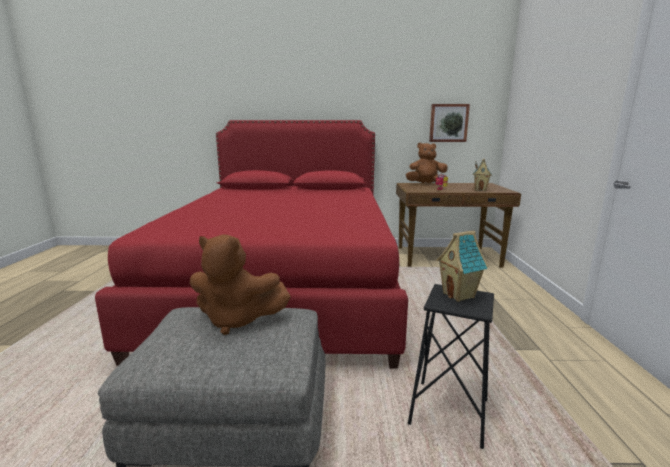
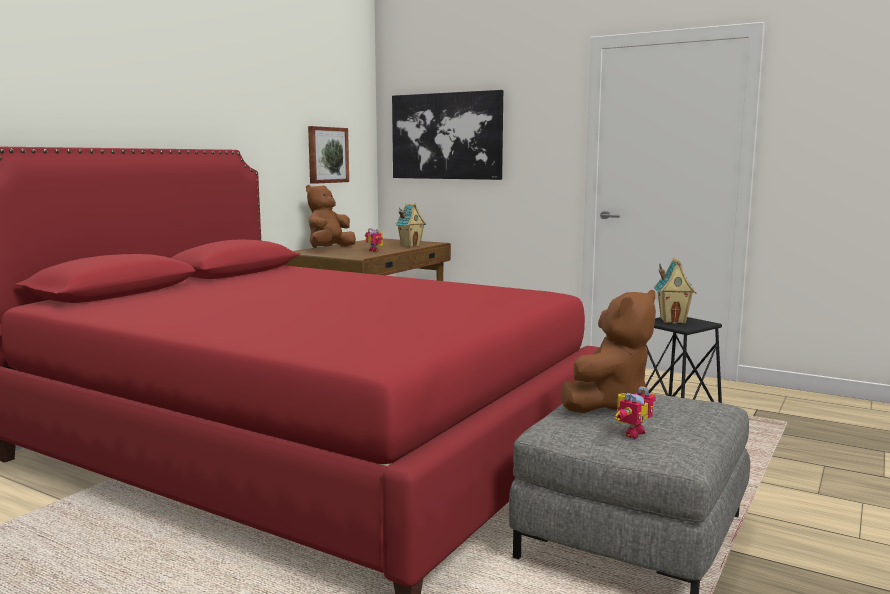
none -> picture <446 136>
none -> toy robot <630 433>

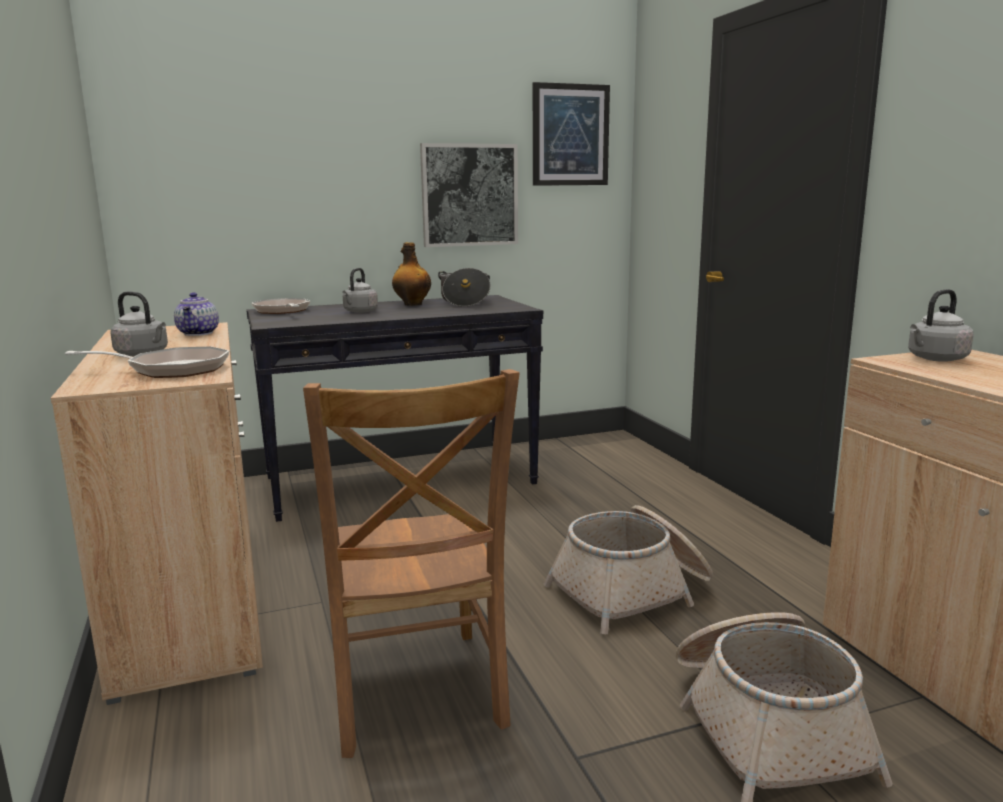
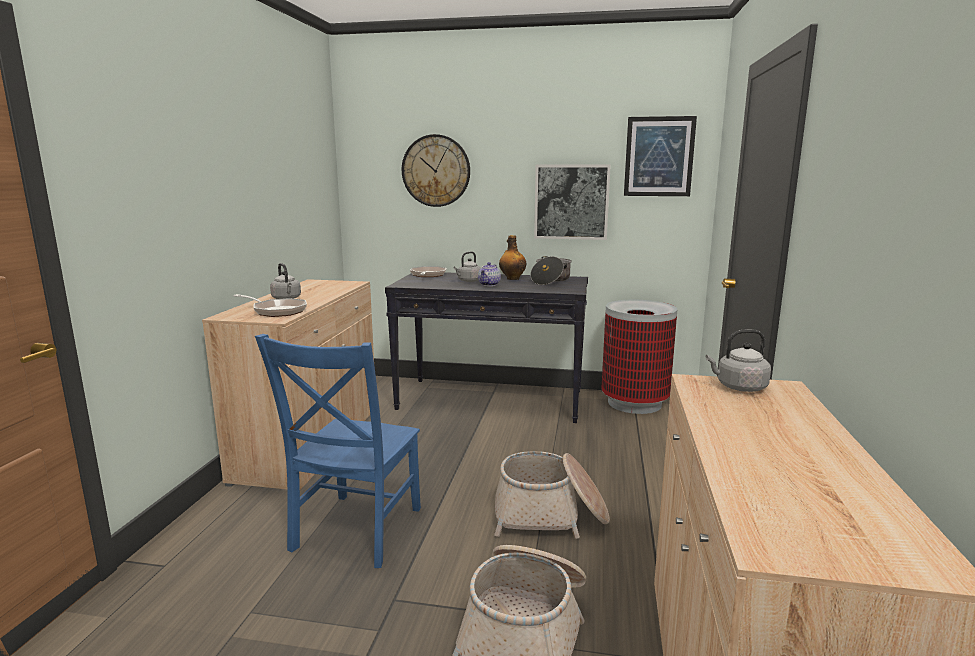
teapot <199 333> -> teapot <489 285>, moved
brown chair <415 694> -> blue chair <354 532>
none -> wall clock <436 171>
none -> trash can <634 403>

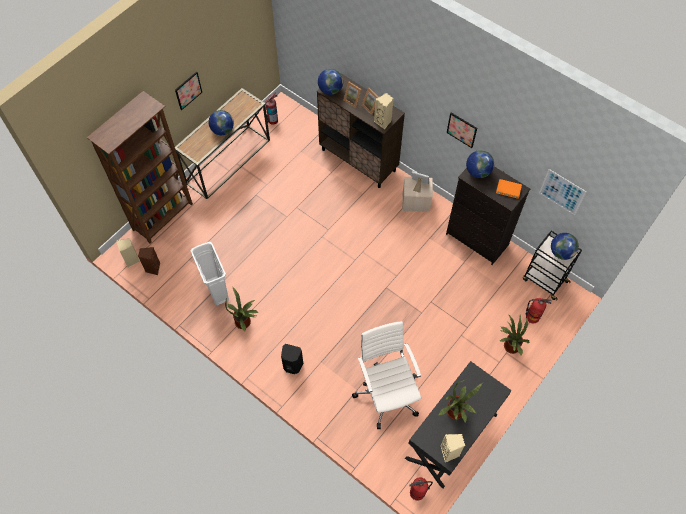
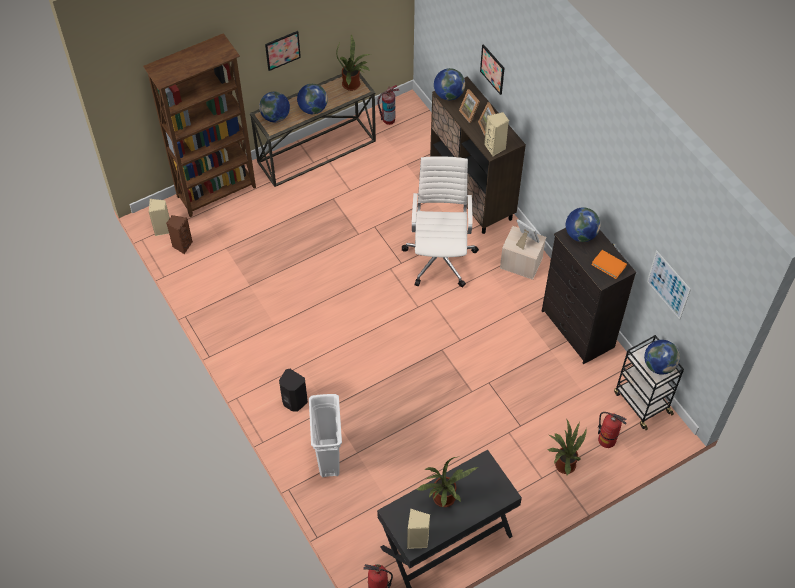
picture <462 130> -> picture <492 69>, moved
white trash can <216 289> -> white trash can <328 456>, moved
potted plant <244 322> -> potted plant <353 85>, moved
white office chair <387 393> -> white office chair <440 257>, moved
none -> globe <275 117>

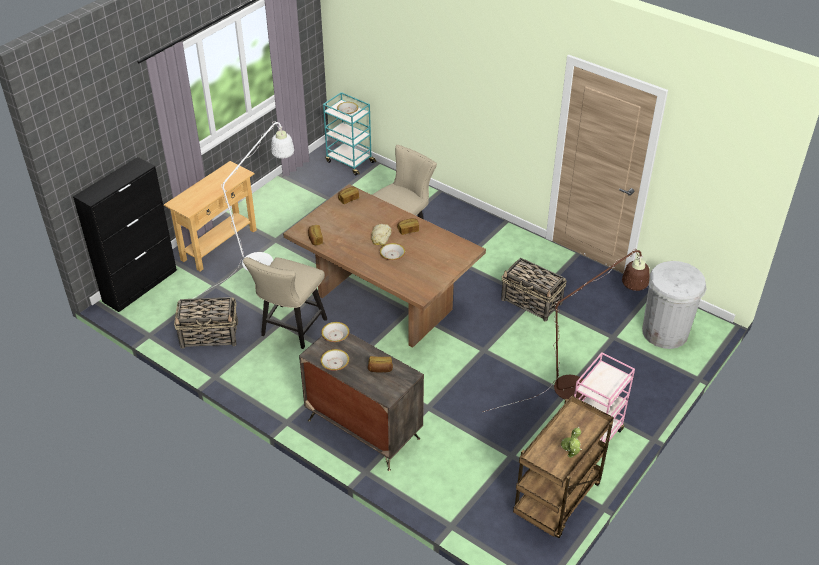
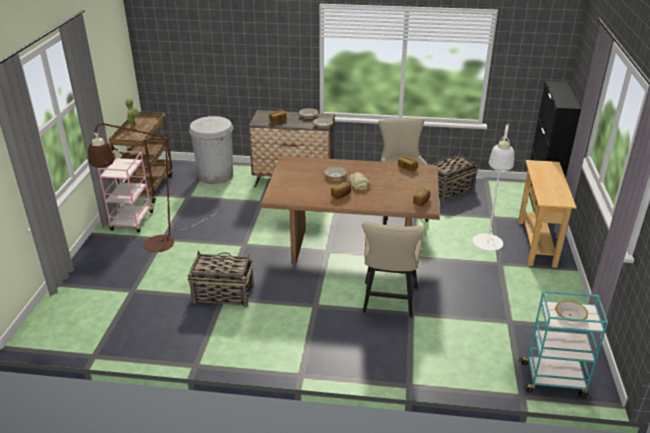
white trash can <665 332> -> white trash can <215 175>, moved

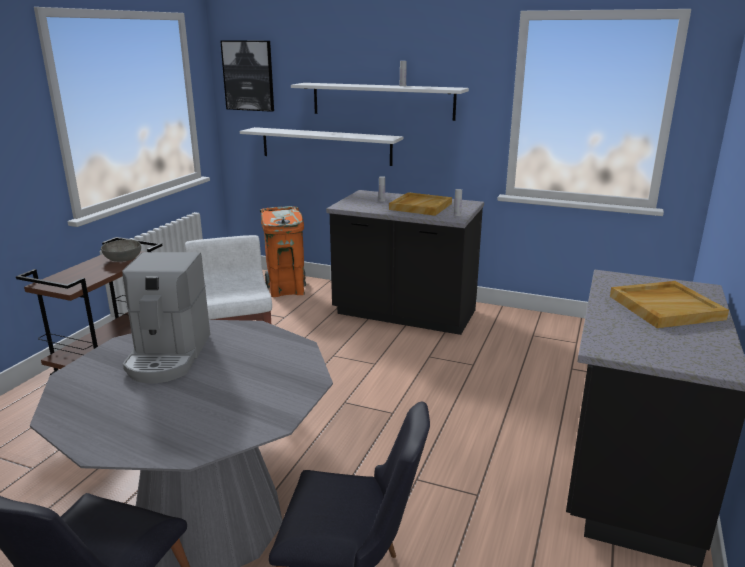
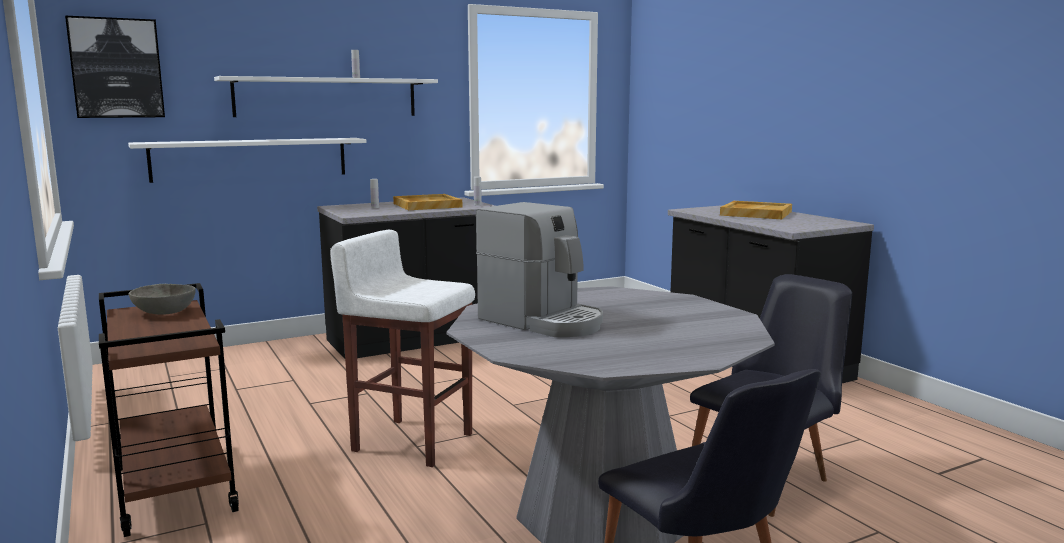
orange trash can <286 290> -> none

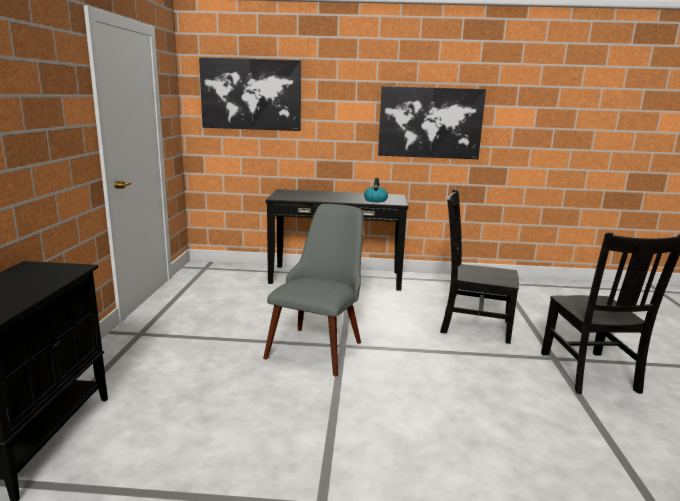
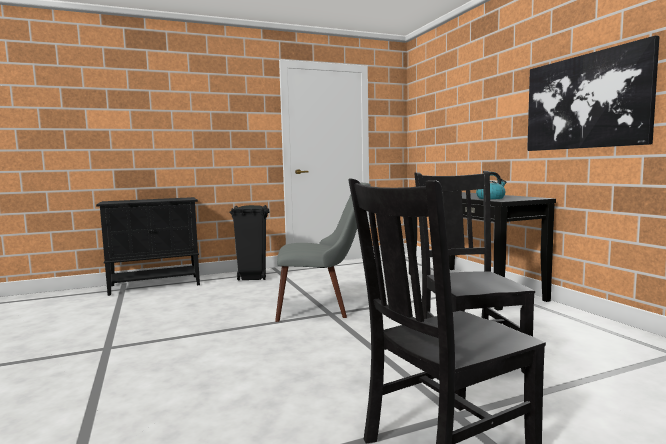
picture <251 94> -> none
none -> black trash can <252 278>

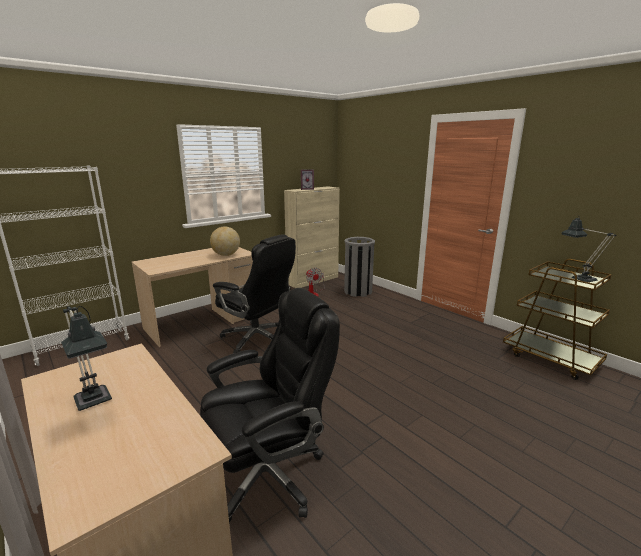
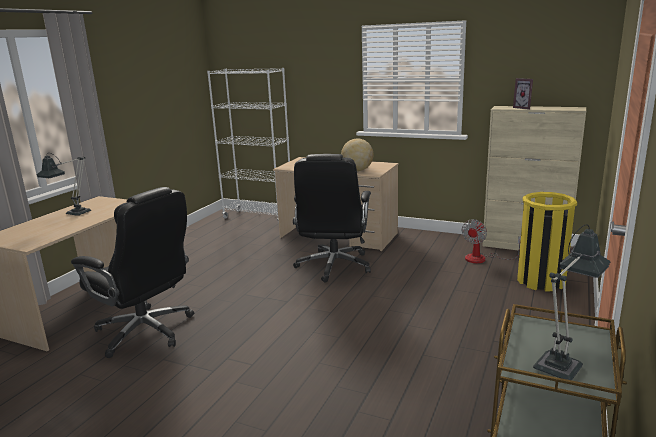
grey trash can <358 291> -> yellow trash can <541 281>

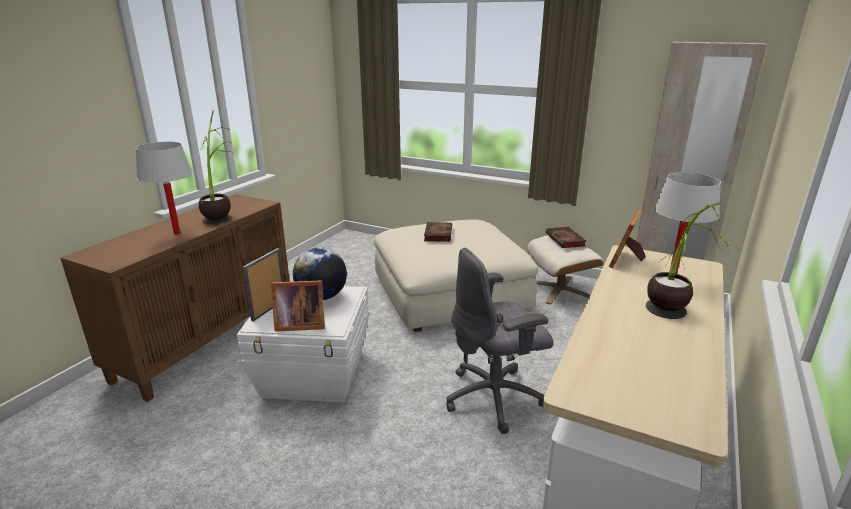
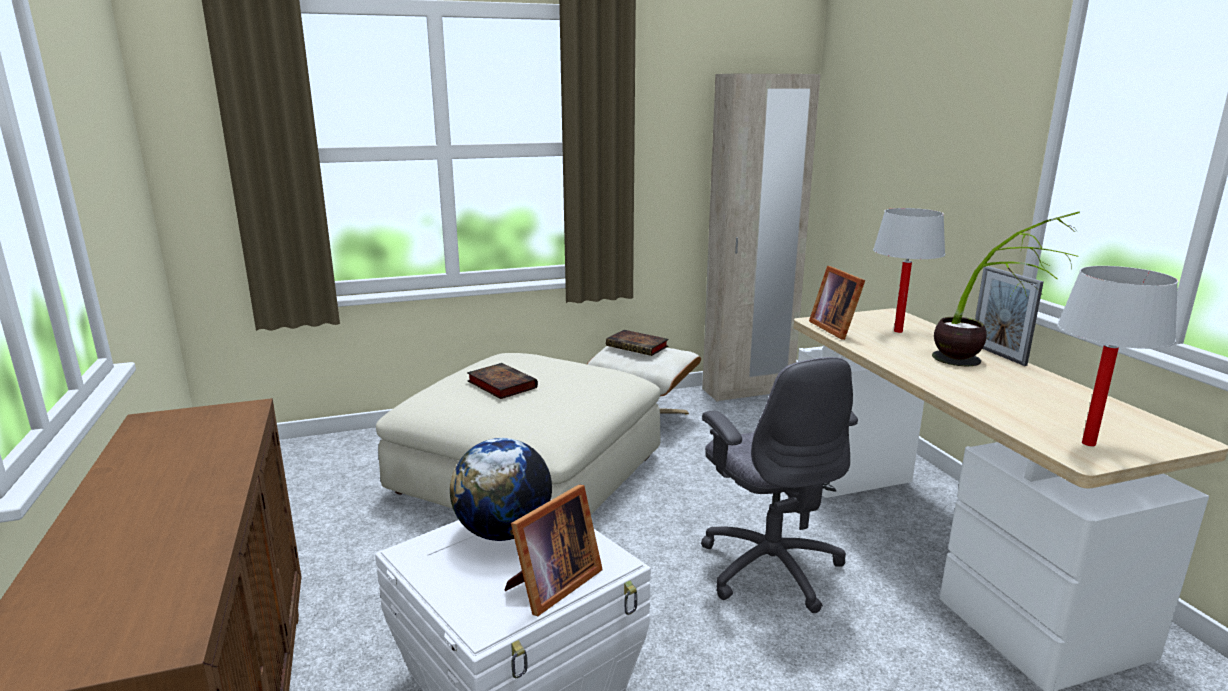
potted plant <222 213> -> none
white table lamp <177 233> -> white table lamp <1088 443>, moved
picture frame <269 309> -> picture frame <997 354>, moved
grey office chair <495 398> -> grey office chair <770 567>, 45 degrees counterclockwise

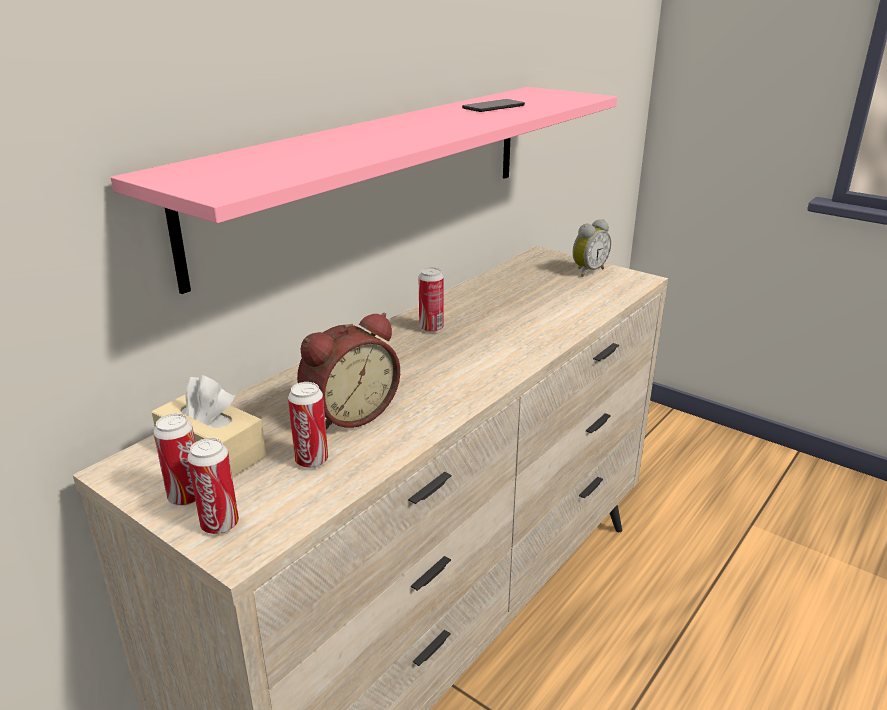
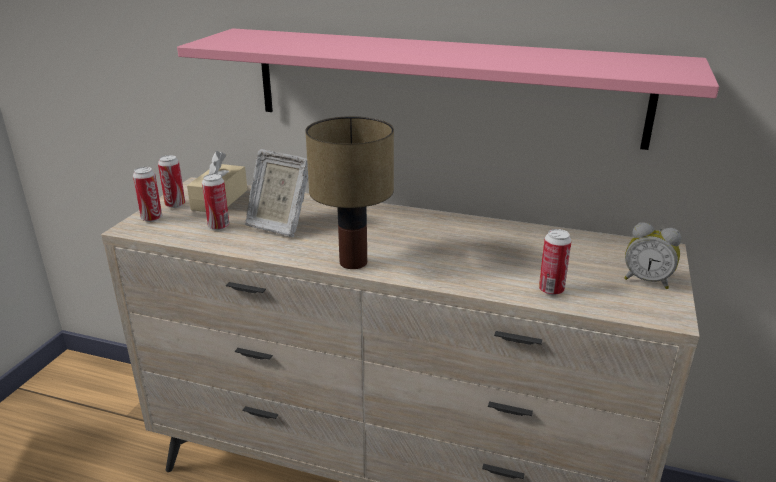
phone <493 107> -> none
can <431 328> -> can <551 290>, moved
alarm clock <348 413> -> picture frame <278 225>
none -> table lamp <355 262>

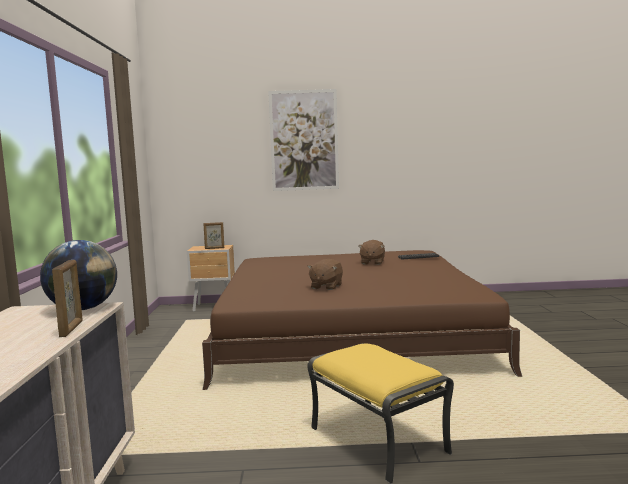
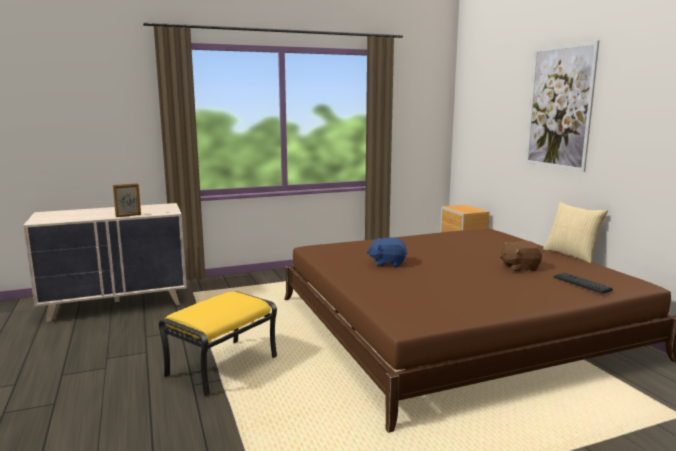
picture frame <214 248> -> none
globe <83 309> -> none
brown plush toy <326 286> -> blue plush toy <387 263>
none -> pillow <572 255>

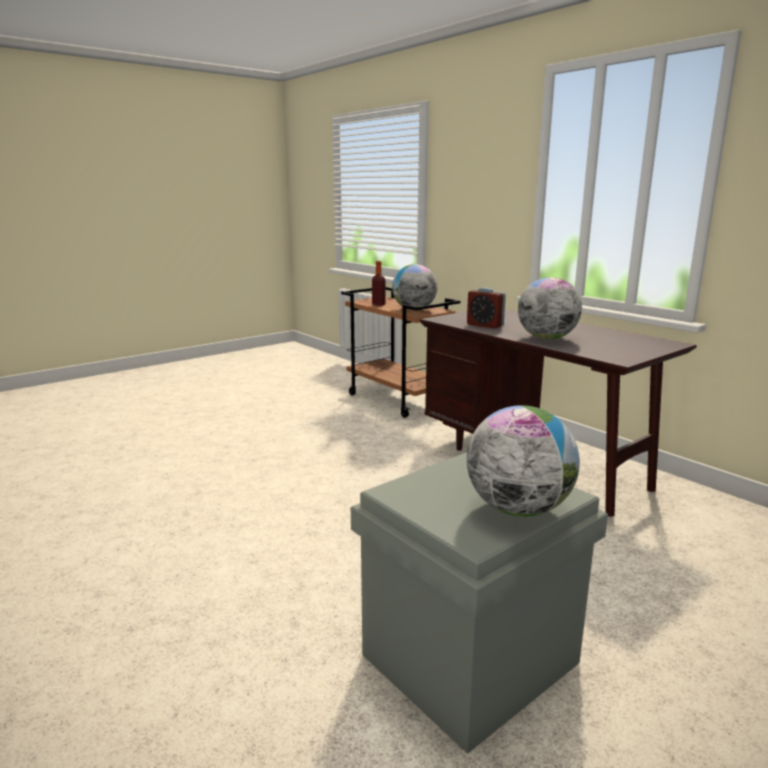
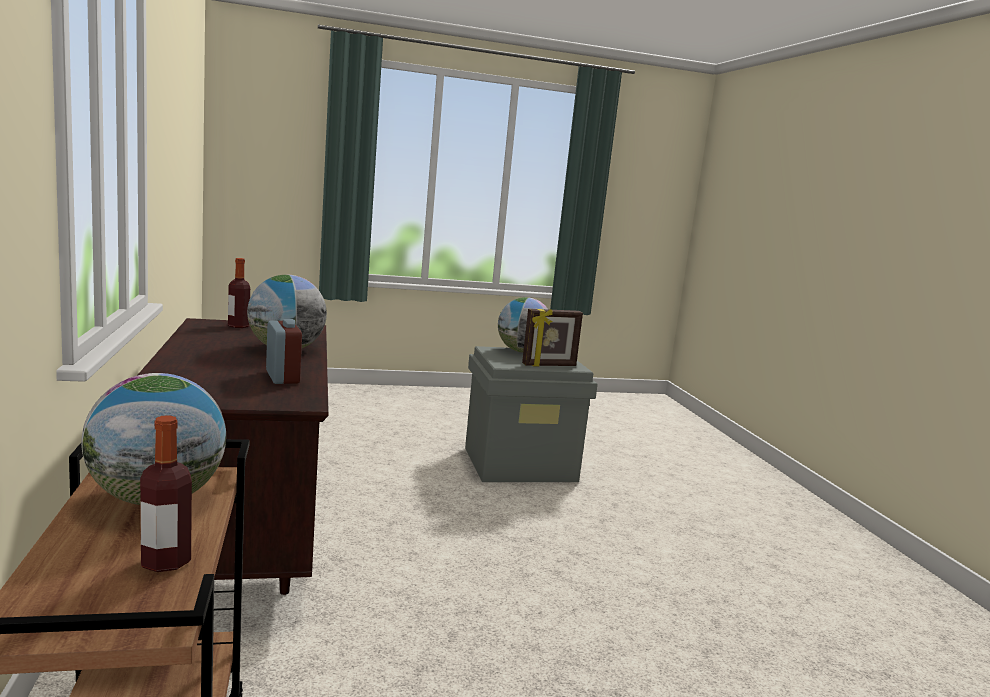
none -> bottle <238 326>
none -> picture frame <549 365>

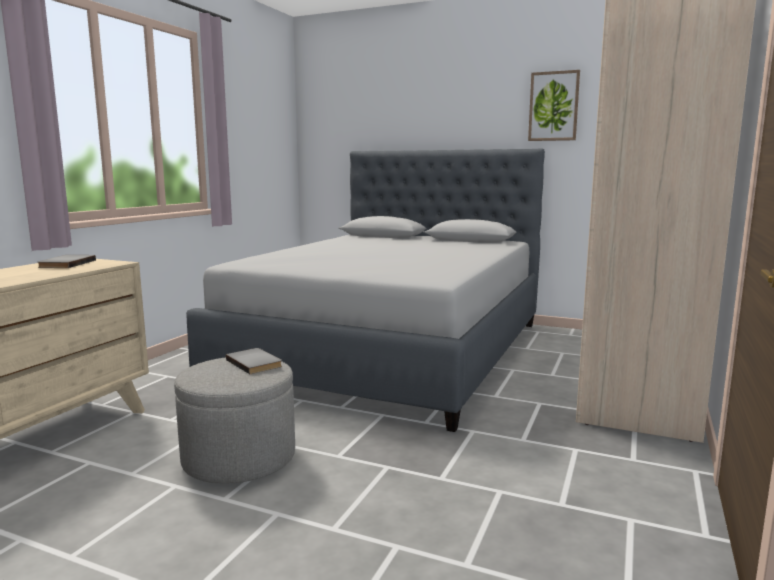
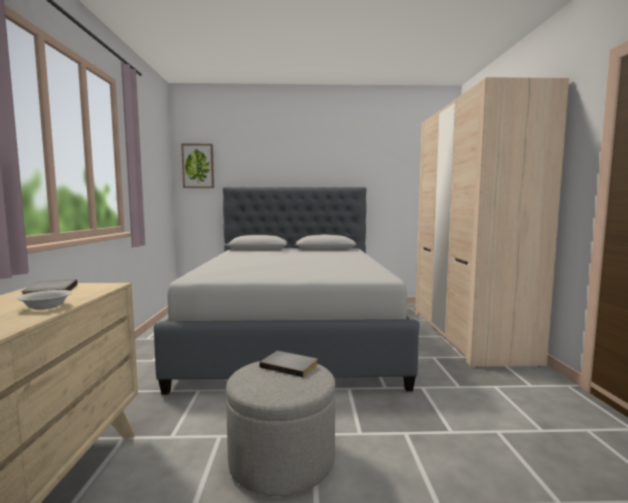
picture <553 106> -> picture <198 166>, moved
none -> white bowl <45 307>

